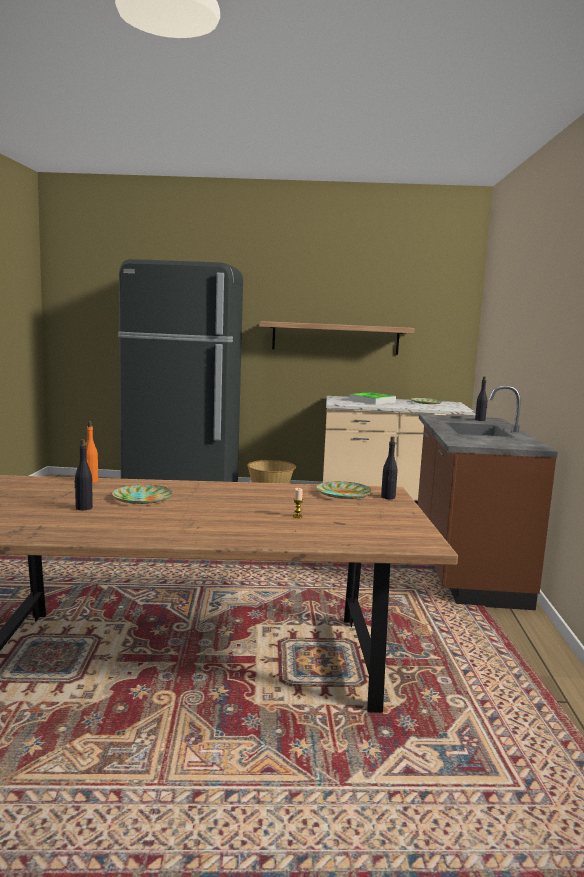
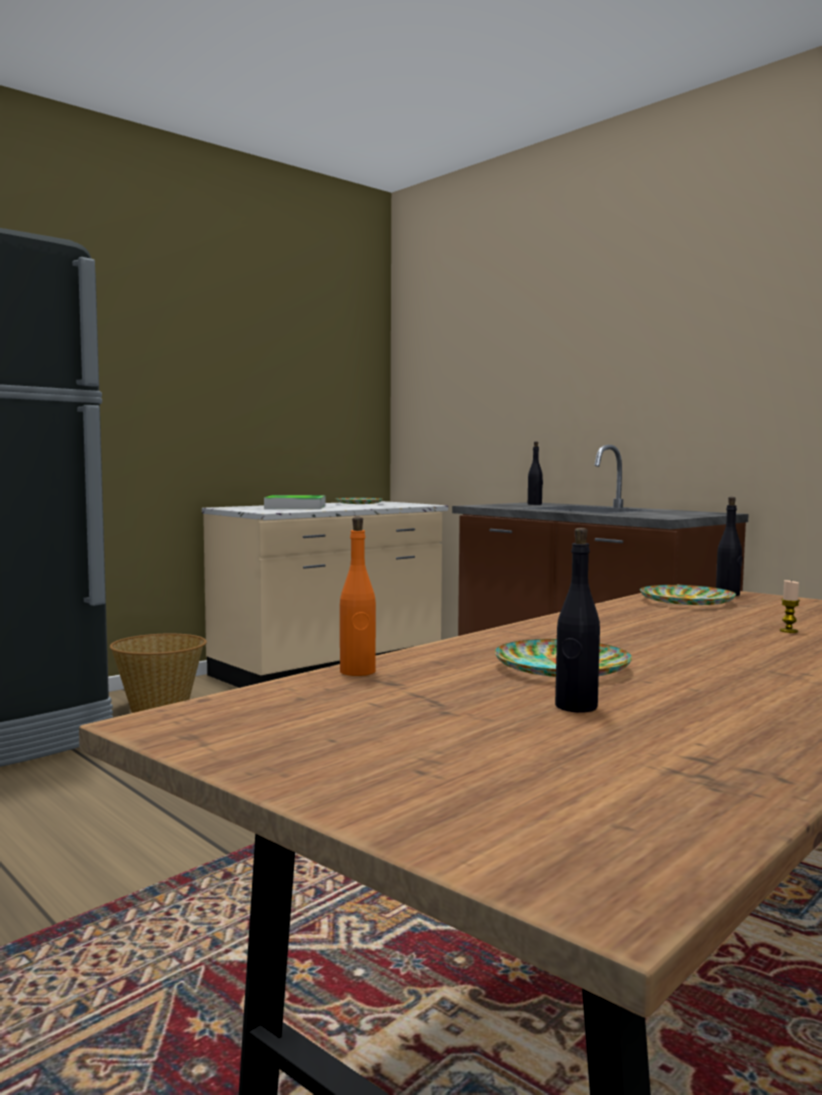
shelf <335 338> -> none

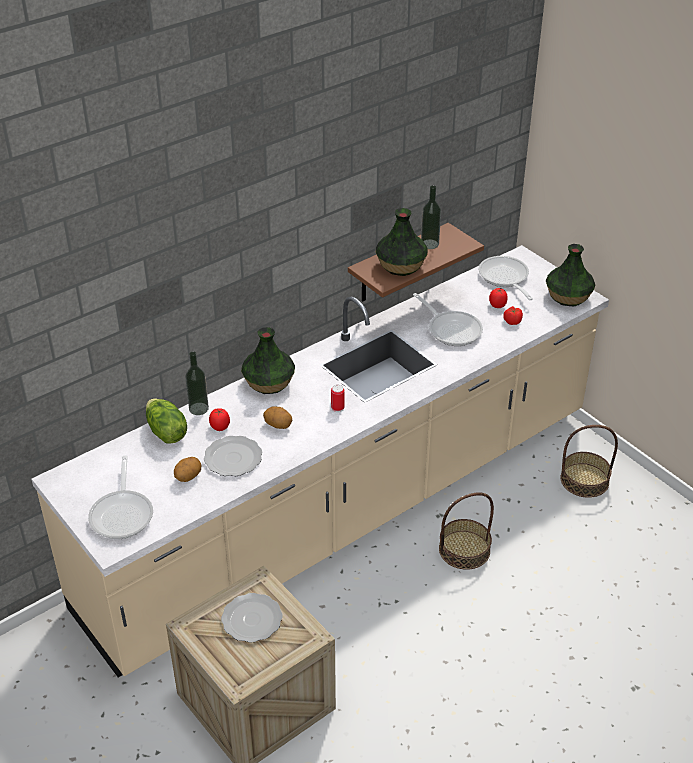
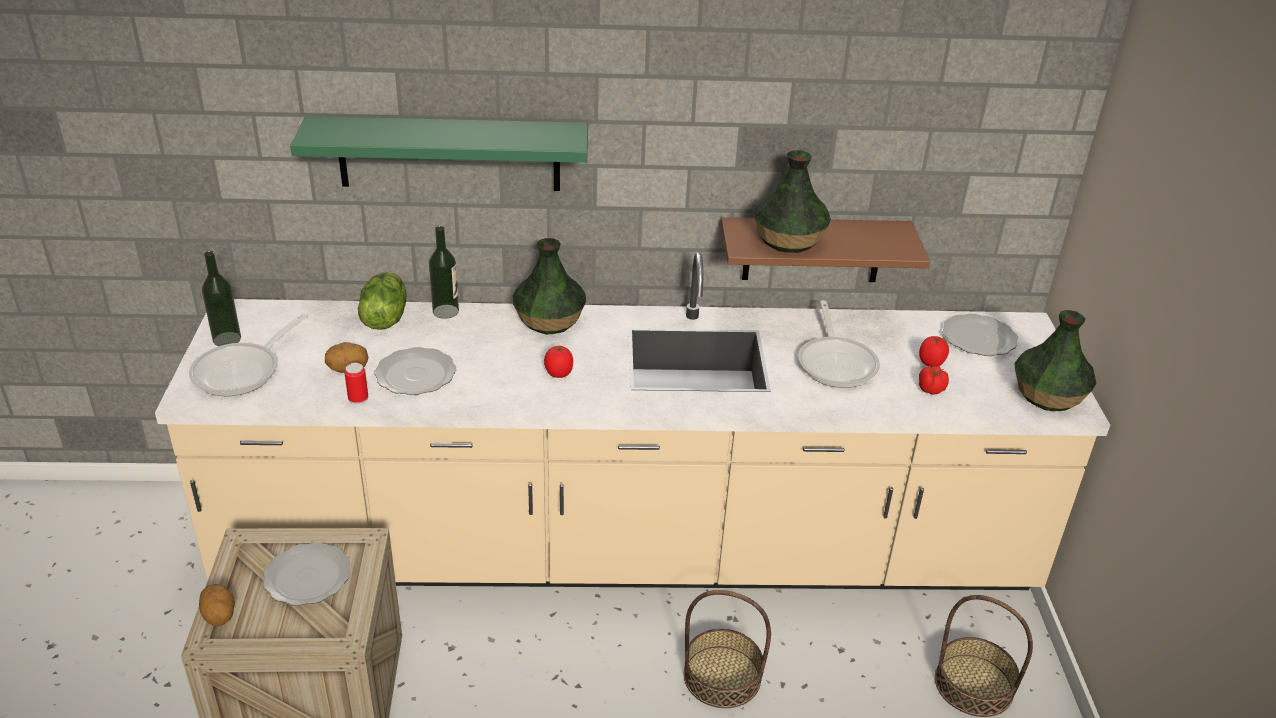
bottle <429 244> -> bottle <227 339>, moved
frying pan <505 278> -> plate <977 338>
can <337 408> -> can <358 399>, moved
potato <278 425> -> potato <220 615>, moved
tomato <220 427> -> tomato <559 373>, moved
none -> green shelf <449 154>

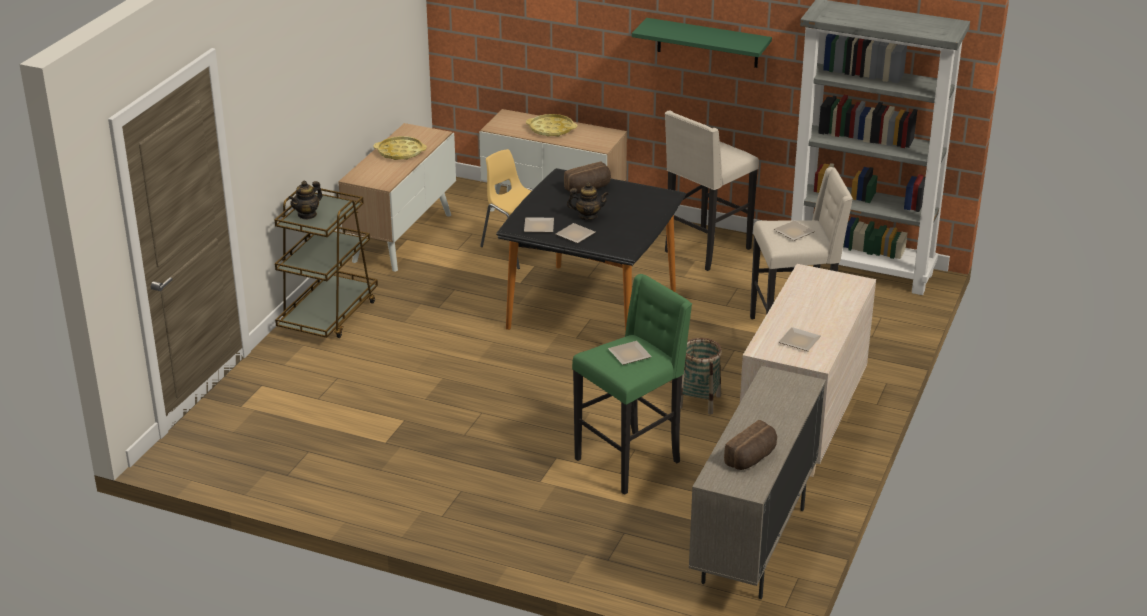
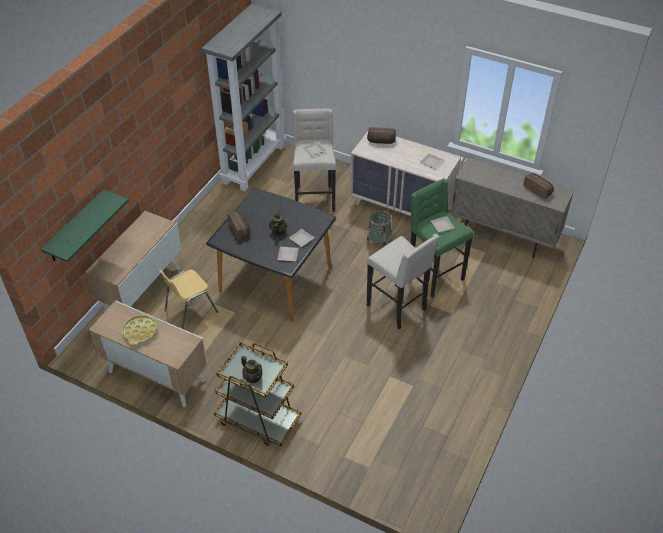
green shelf <707 43> -> green shelf <75 227>, moved
beige stool <705 250> -> beige stool <398 308>, moved
yellow tray <551 129> -> none
none -> bread <381 141>

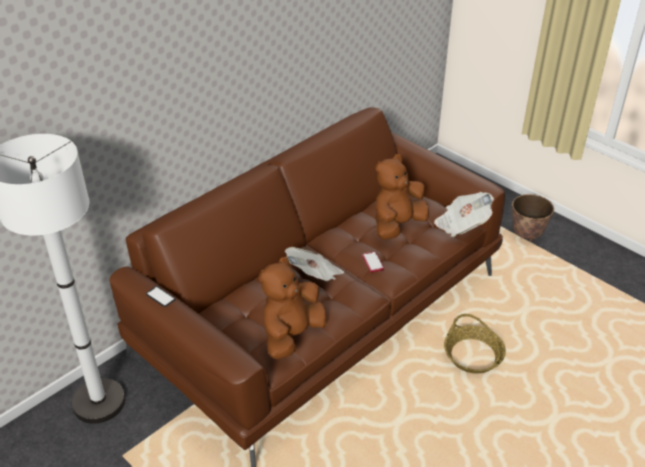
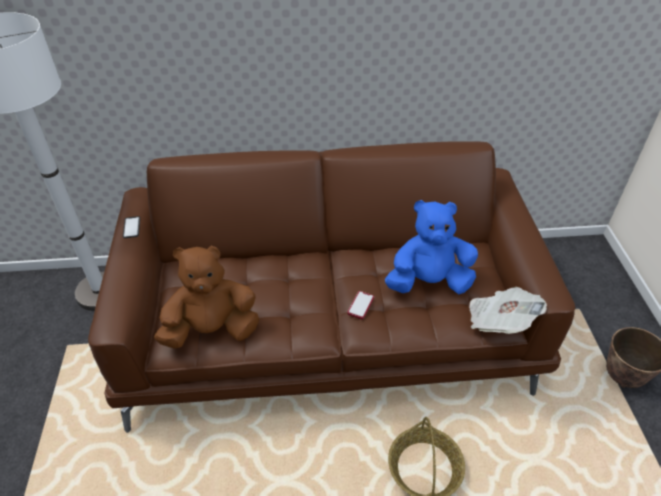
brown plush toy <397 225> -> blue plush toy <428 282>
newspaper <314 275> -> none

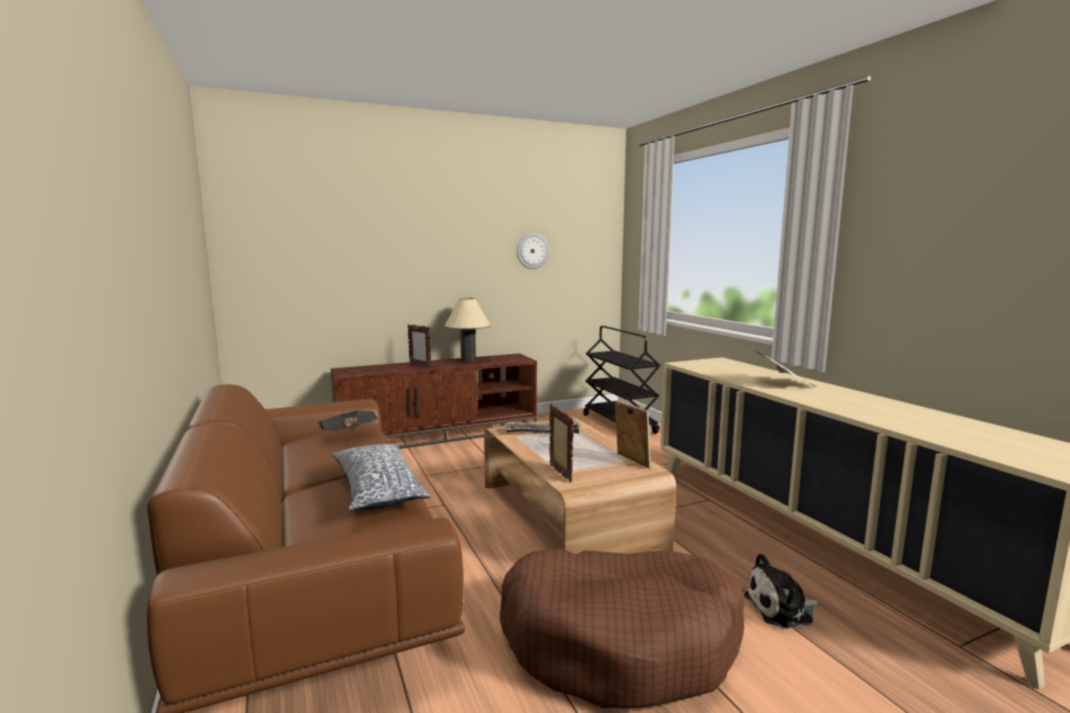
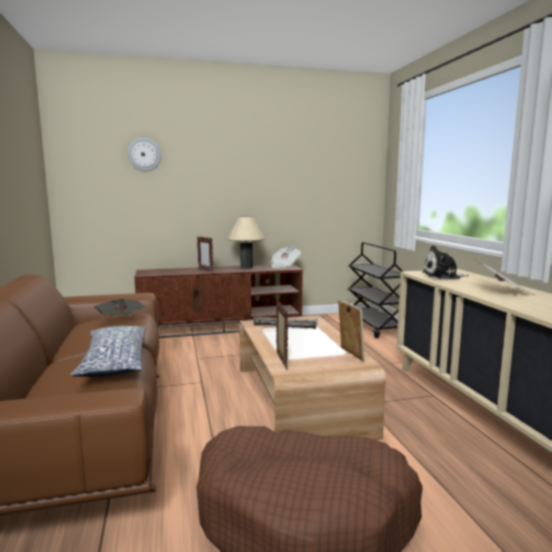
wall clock <532 251> -> wall clock <144 154>, moved
plush toy <781 609> -> plush toy <443 276>, moved
none -> newspaper <284 266>

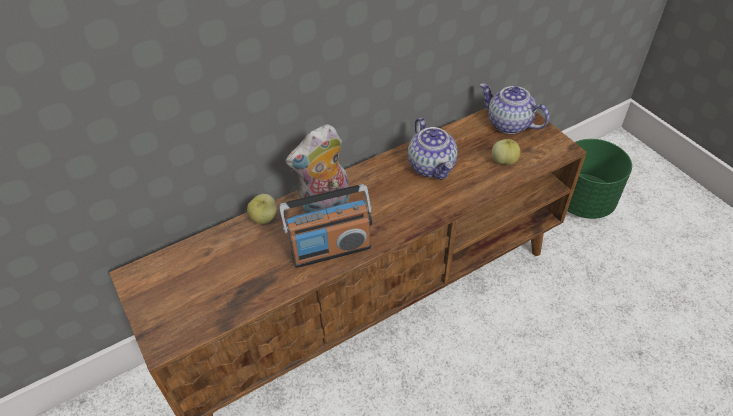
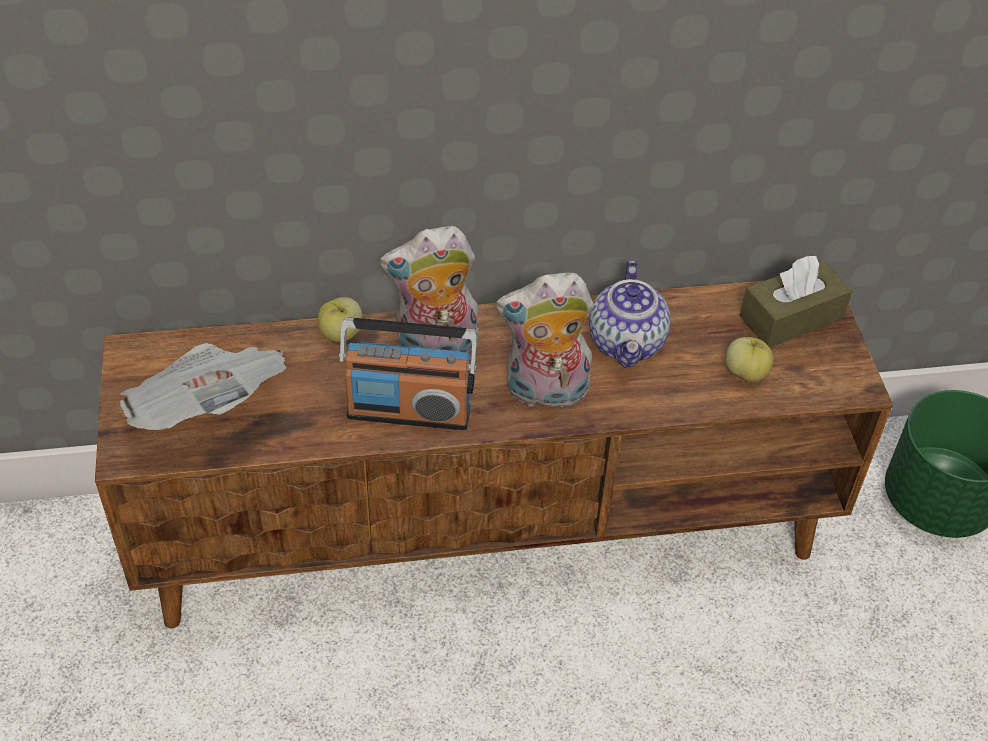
teapot <508 124> -> brown tissue box <791 318>
none -> plush toy <545 393>
none -> newspaper <207 411>

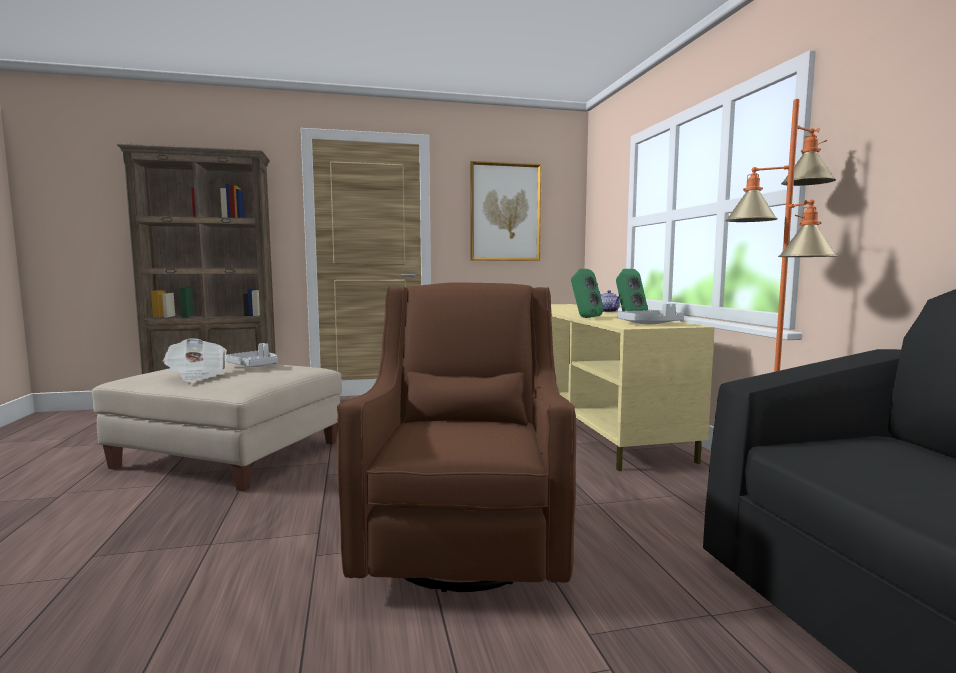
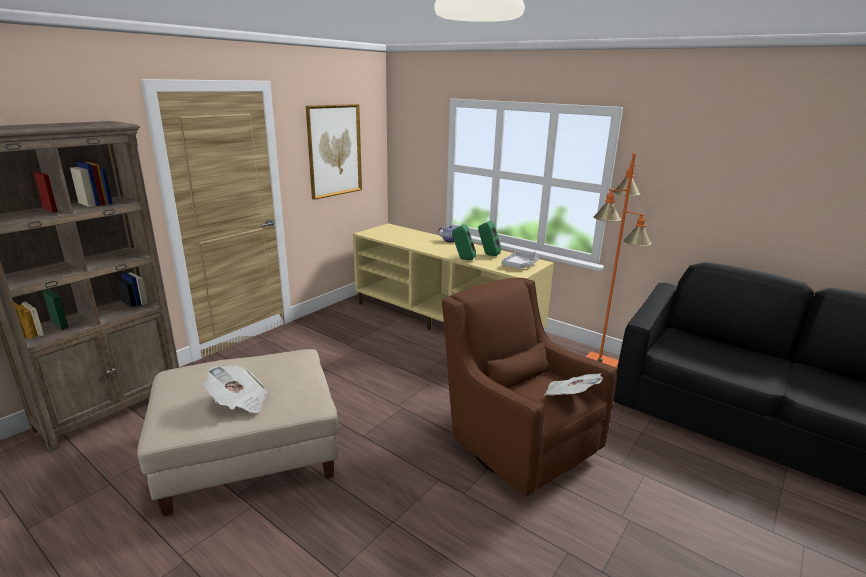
grey tray <254 366> -> none
none -> newspaper <569 397>

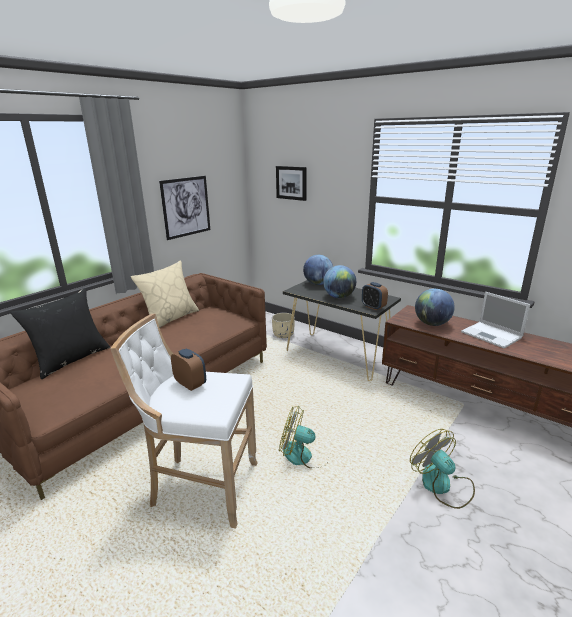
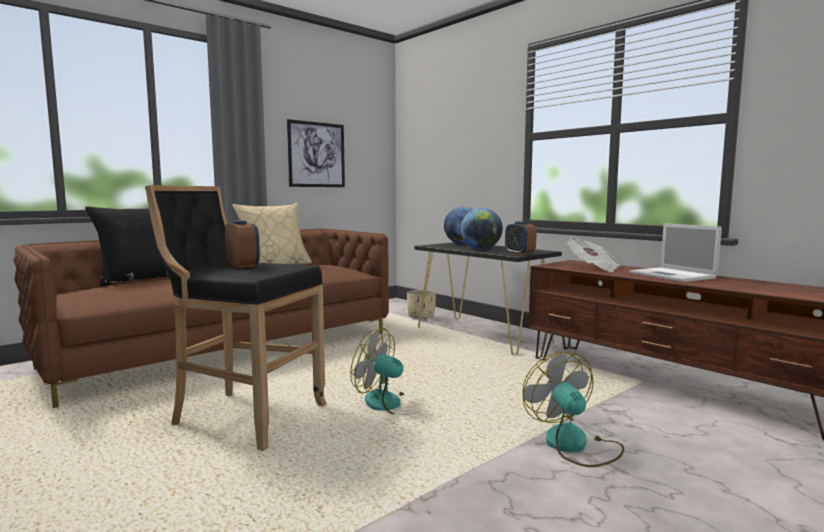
picture <291 183> -> none
globe <432 324> -> newspaper <593 268>
white stool <201 487> -> black stool <244 416>

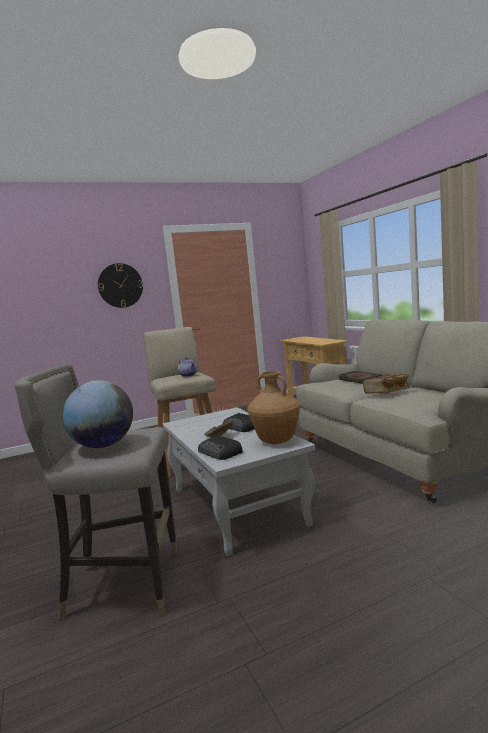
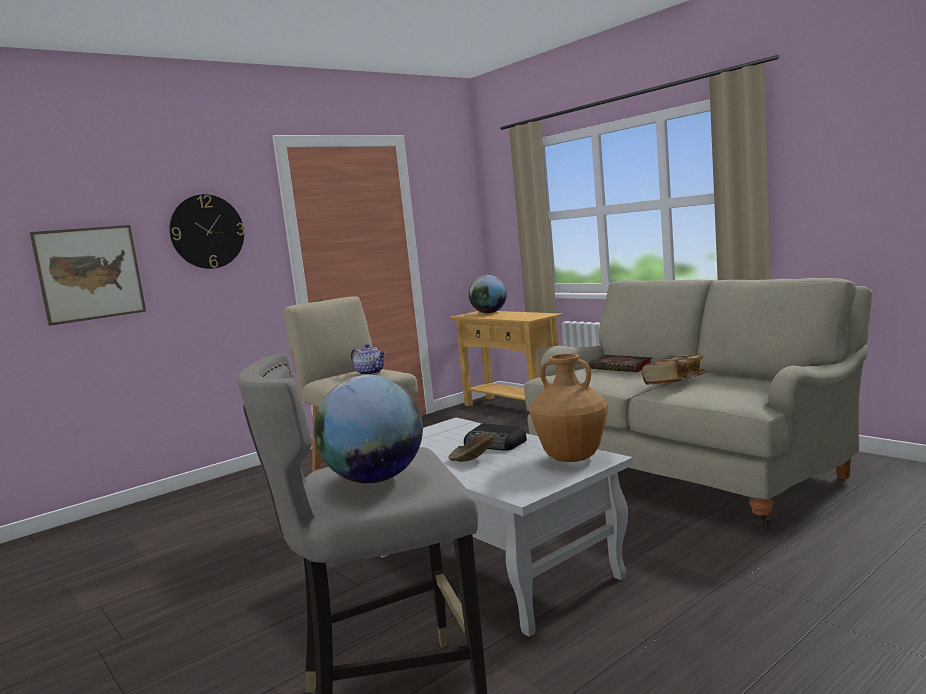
radio <220 452> -> none
none -> picture <90 273>
none -> globe <489 313>

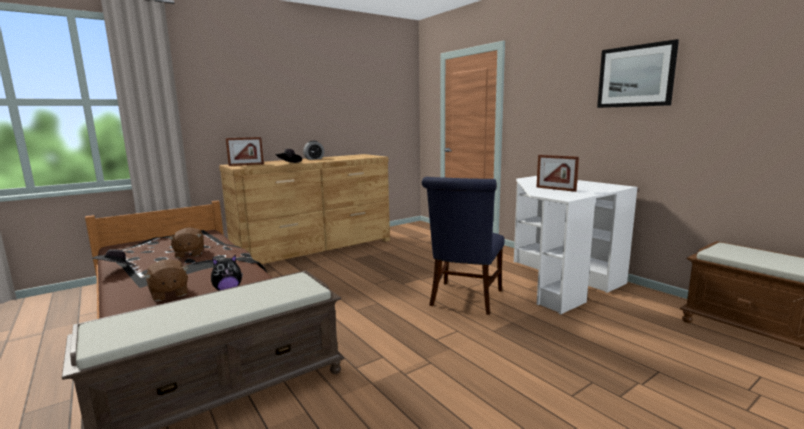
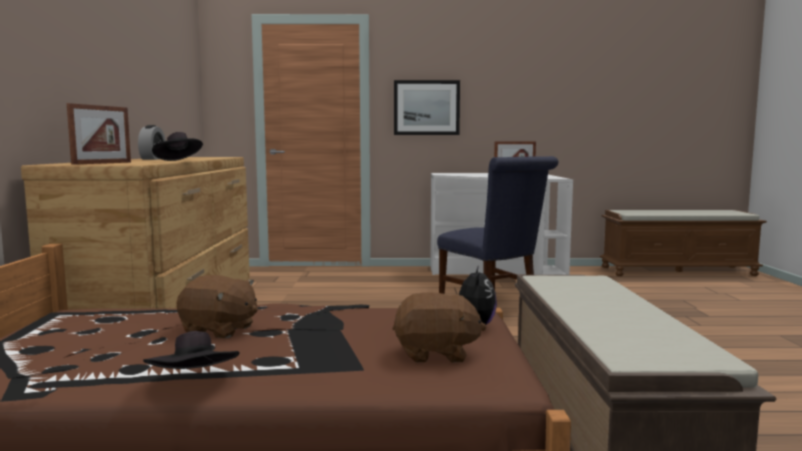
picture <635 76> -> picture <426 108>, moved

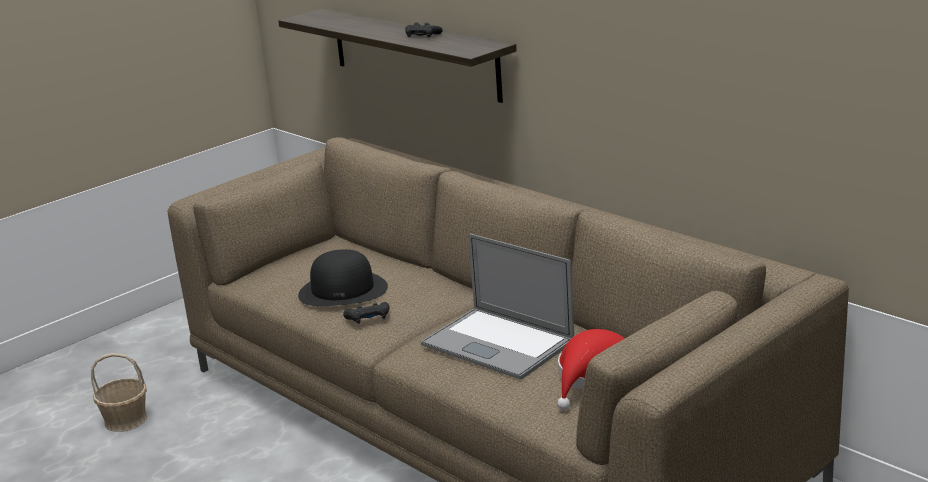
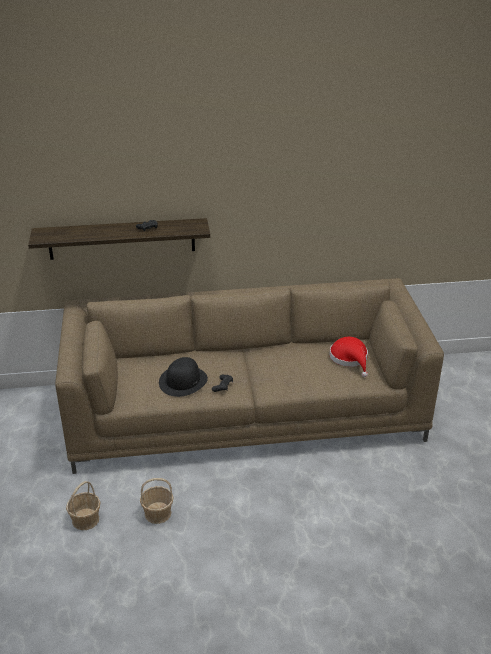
laptop <497 343> -> none
none -> basket <157 513>

